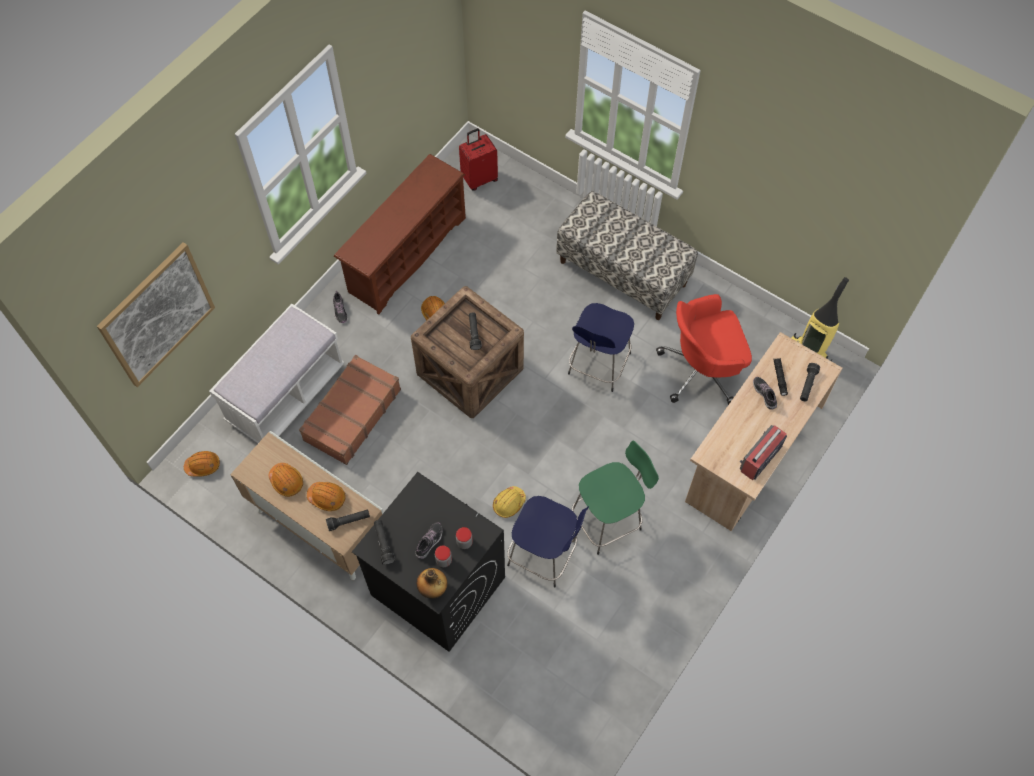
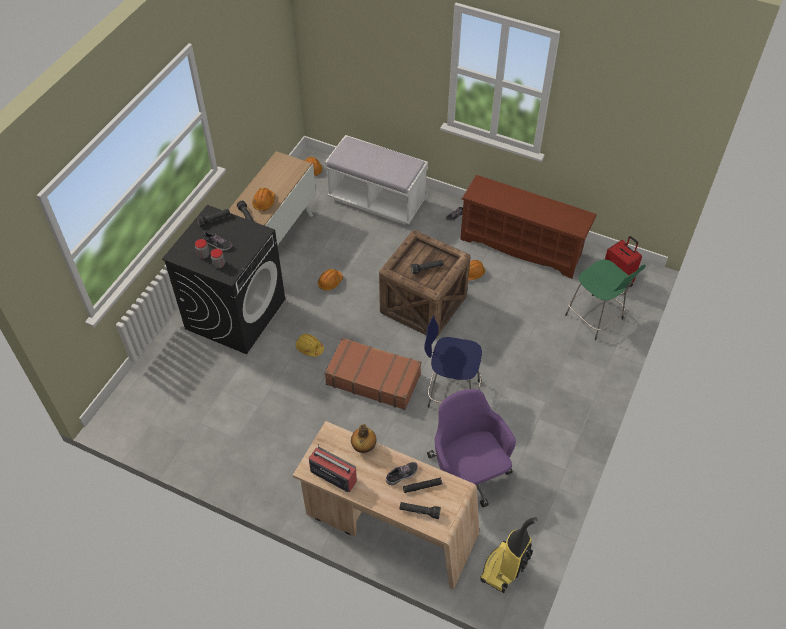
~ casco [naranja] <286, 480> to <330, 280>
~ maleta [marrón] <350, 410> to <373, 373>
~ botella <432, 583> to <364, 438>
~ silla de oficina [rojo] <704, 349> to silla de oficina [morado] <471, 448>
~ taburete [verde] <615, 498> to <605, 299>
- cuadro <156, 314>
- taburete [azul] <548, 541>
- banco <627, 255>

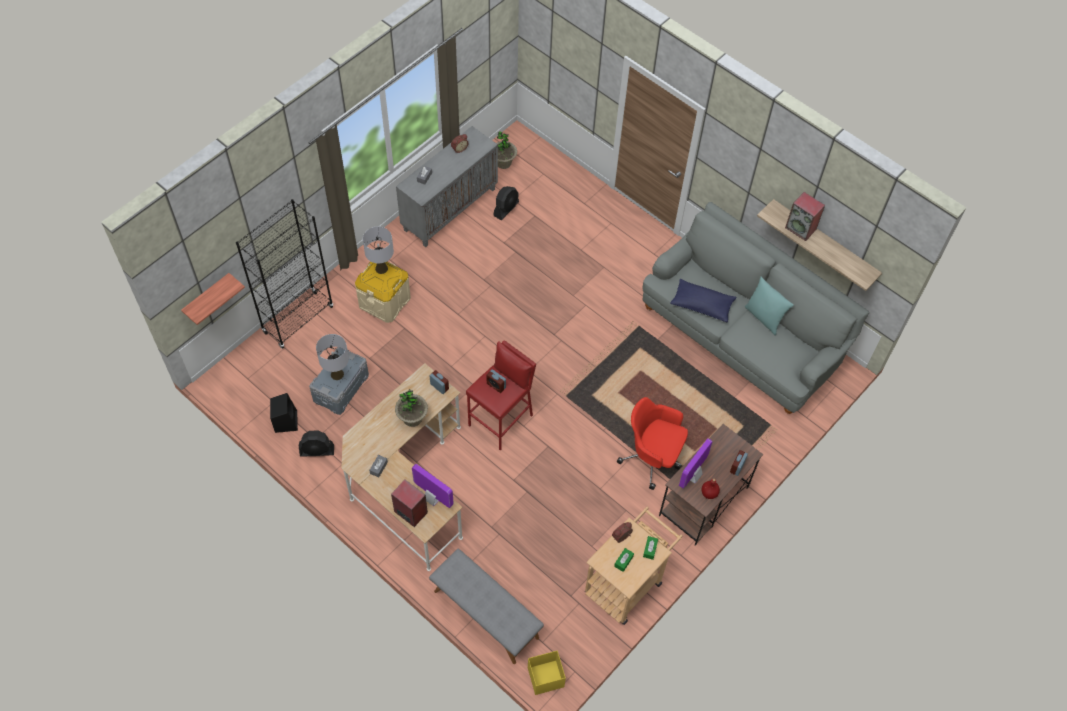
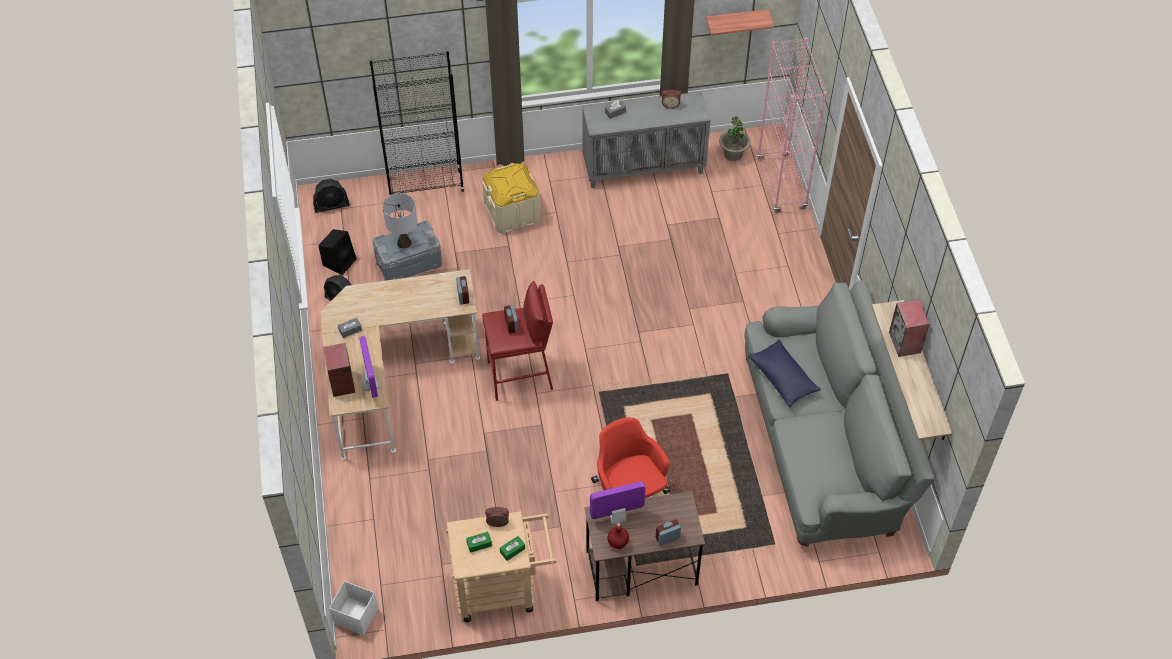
~ ventilador [negro] <506, 203> to <331, 196>
~ caja de almacenaje [amarillo] <547, 673> to caja de almacenaje [blanco] <353, 608>
~ estante <213, 299> to <740, 22>
+ estantería [rosa] <792, 125>
- lámpara de mesa [gris] <378, 250>
- planta en maceta <411, 408>
- banco [gris] <486, 606>
- cojín [turquesa] <769, 306>

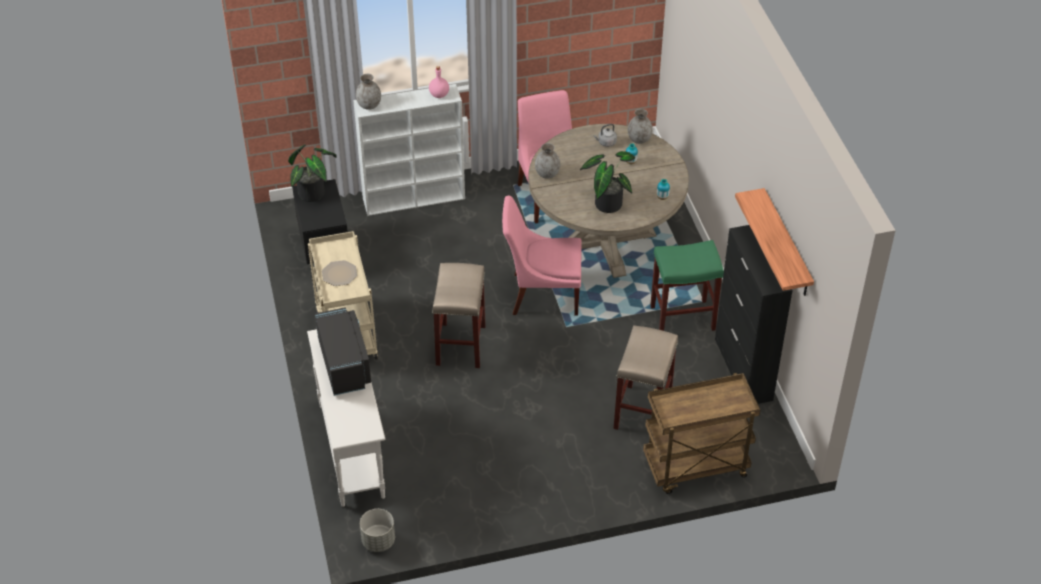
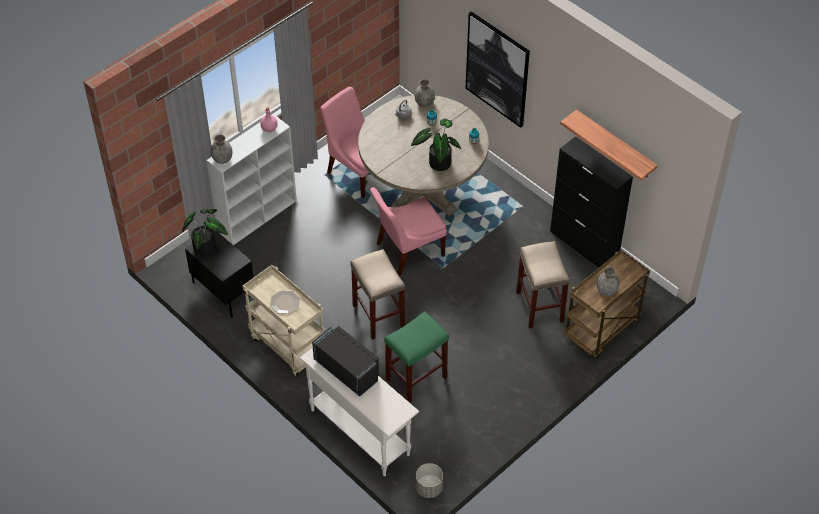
~ taburete [verde] <687, 285> to <416, 357>
+ cuadro <498, 69>
~ florero [gris] <547, 161> to <608, 281>

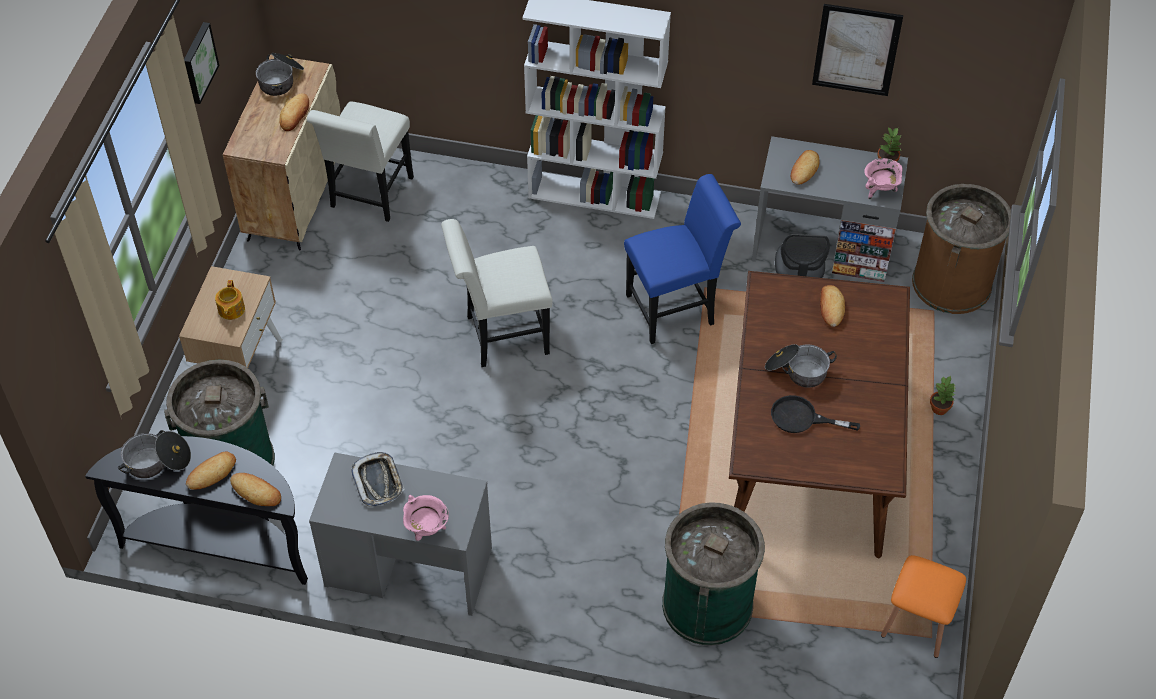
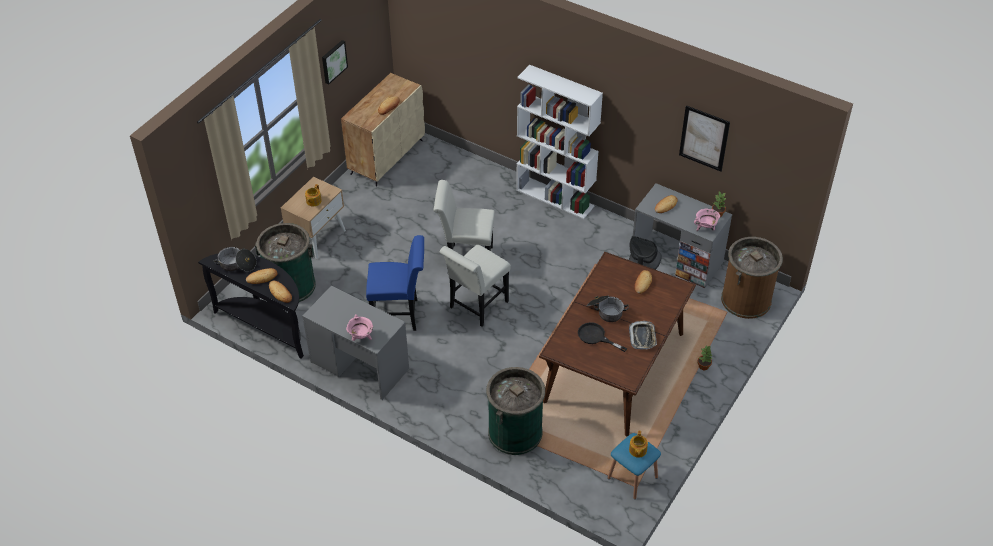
~ silla [azul] <682, 259> to <395, 283>
~ silla [blanco] <360, 162> to <475, 286>
~ taburete [naranja] <923, 606> to taburete [azul] <634, 466>
~ bandeja <378, 479> to <643, 335>
+ tetera <638, 444>
- olla <280, 74>

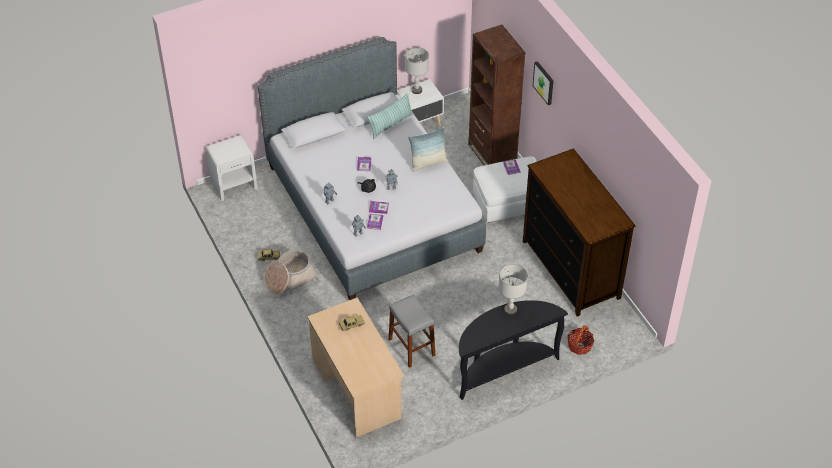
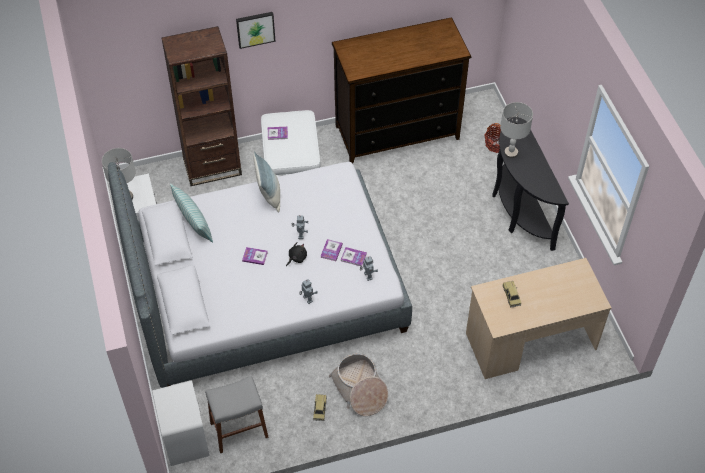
~ taburete [gris] <412, 331> to <237, 414>

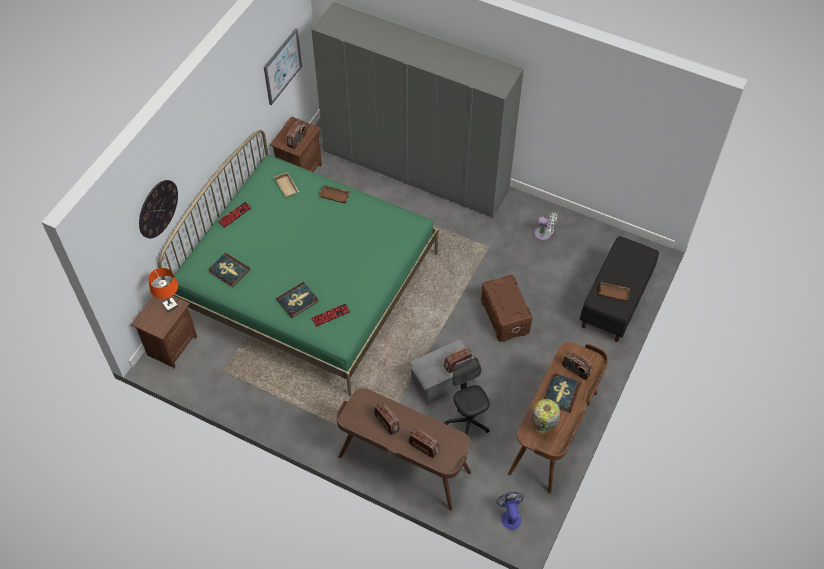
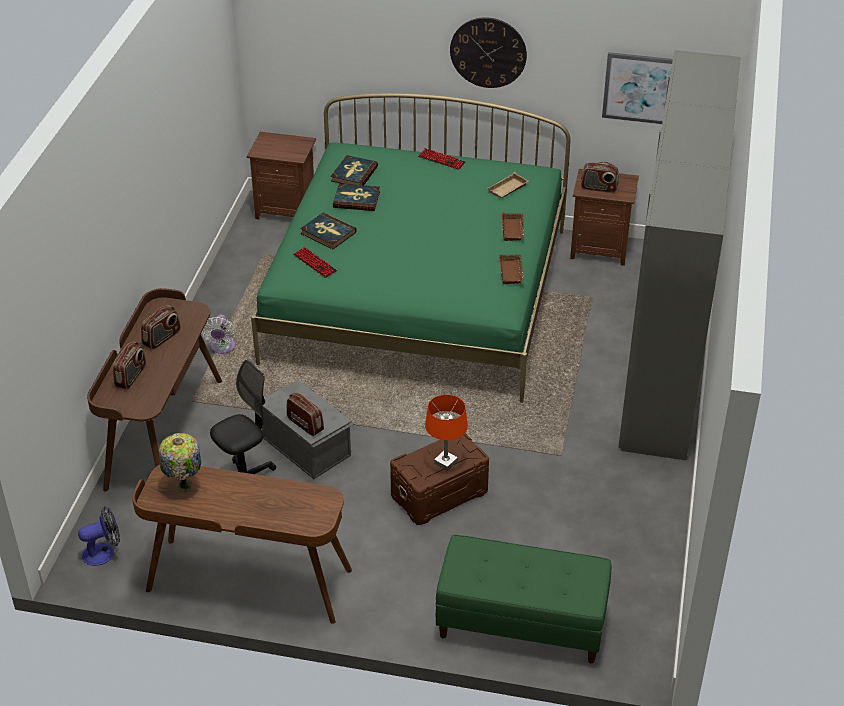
~ ventilador [blanco] <545, 227> to <219, 334>
~ libro <562, 393> to <356, 197>
~ lámpara de mesa [naranja] <163, 290> to <446, 433>
~ banco [negro] <619, 289> to banco [verde] <524, 599>
~ reloj de pared <158, 209> to <488, 52>
~ bandeja [marrón] <614, 291> to <511, 269>
- radio <577, 365>

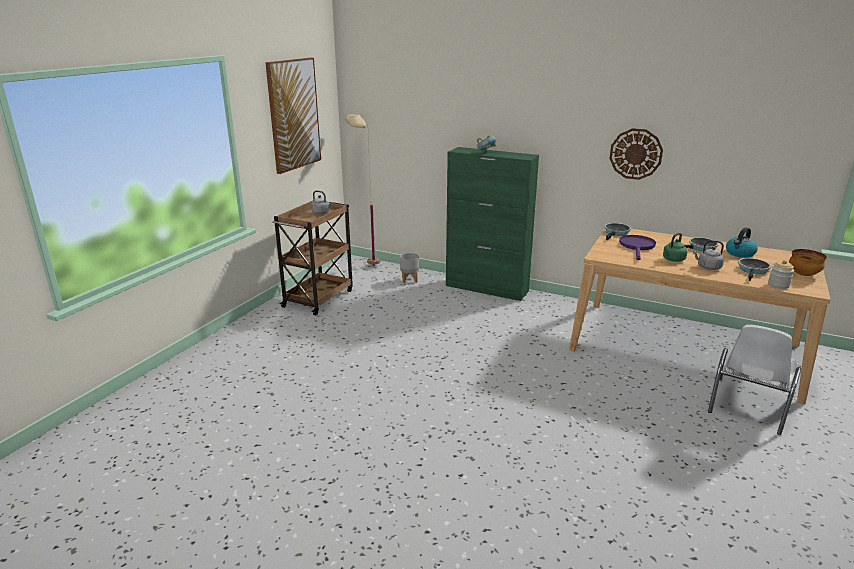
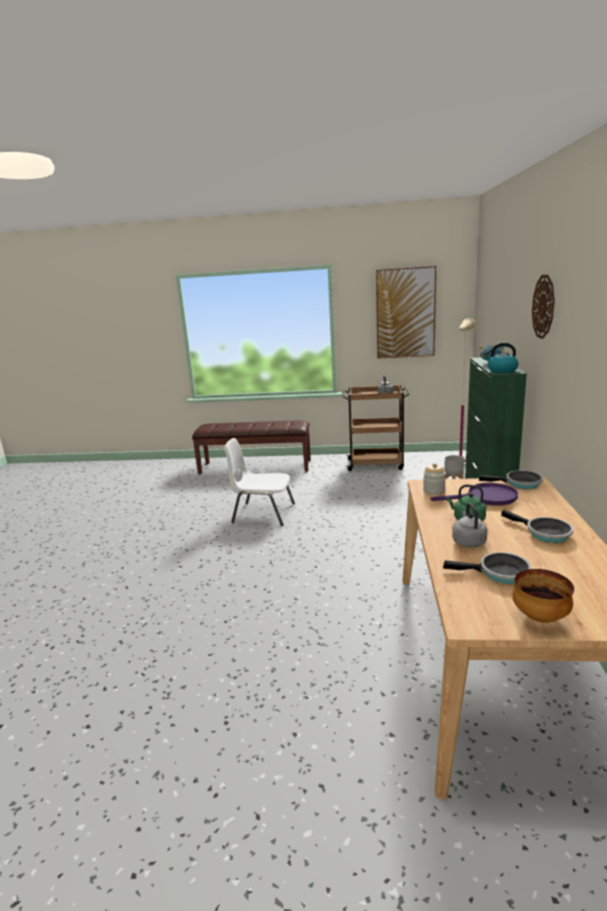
+ banco [marrón] <251, 447>
~ silla [blanco] <754, 380> to <259, 482>
~ tarro <781, 274> to <434, 479>
~ hervidor <742, 242> to <501, 358>
~ reloj de pared <636, 154> to <543, 307>

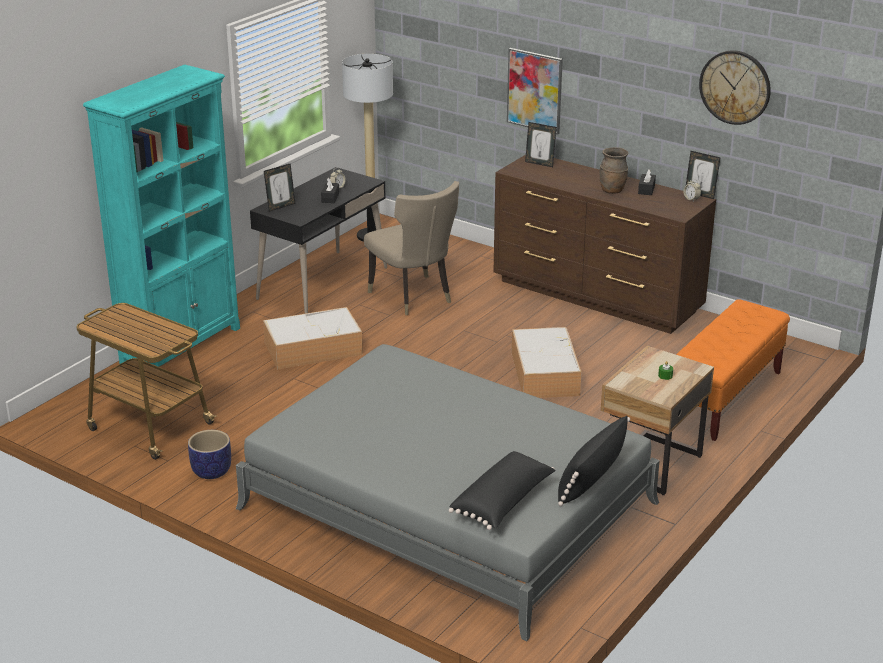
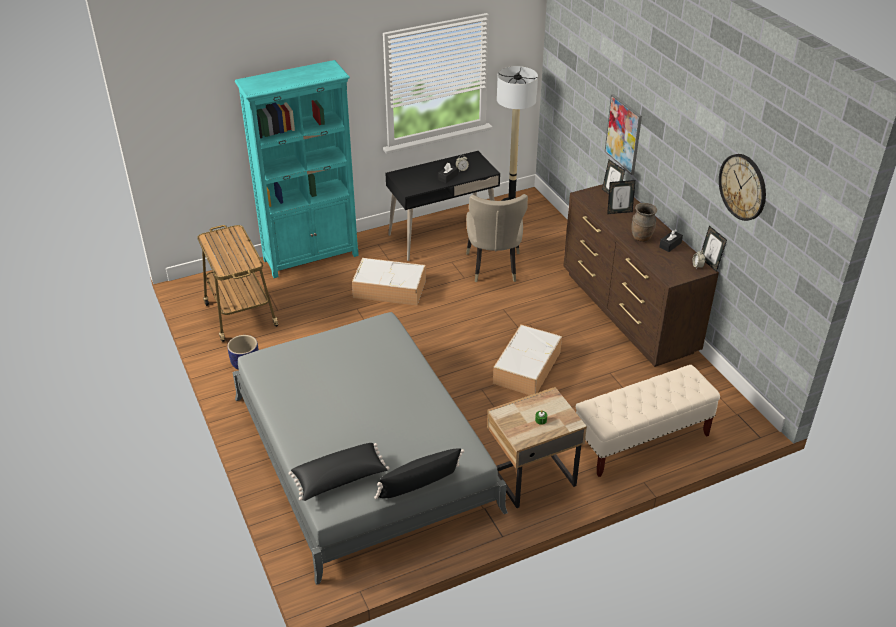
~ banco [naranja] <733, 370> to banco [beis] <648, 421>
~ portarretratos <279, 187> to <621, 197>

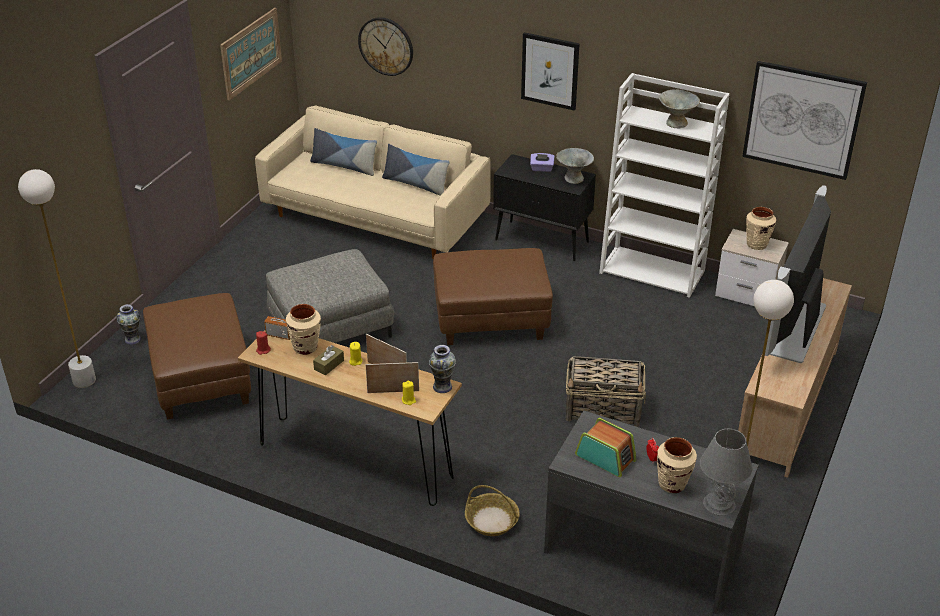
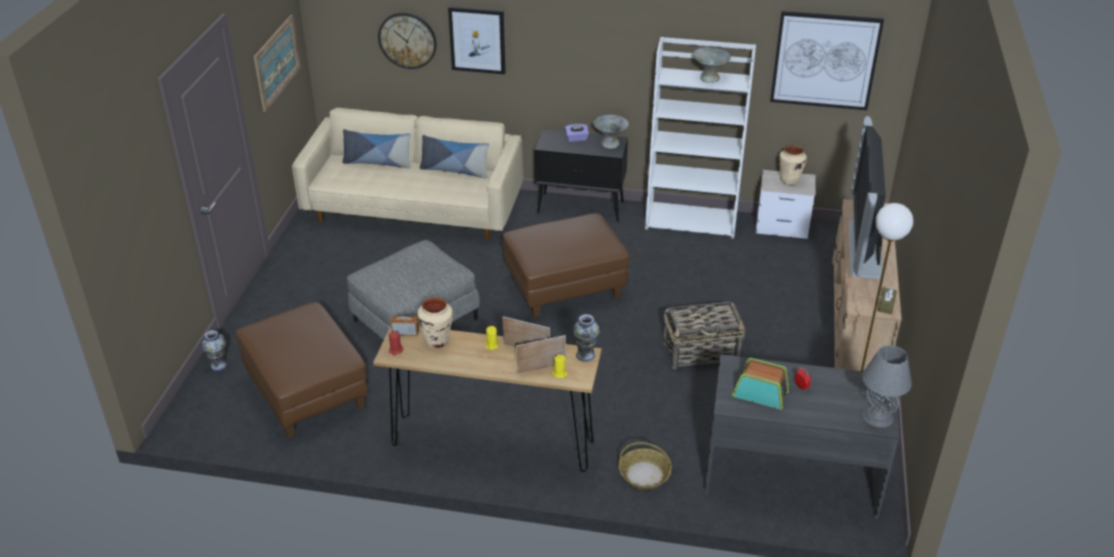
~ cuadro <550, 71> to <476, 40>
~ caja de pañuelos [marrón] <328, 360> to <887, 300>
- lámpara de pie [blanco] <57, 278>
- florero [beis] <677, 465>

